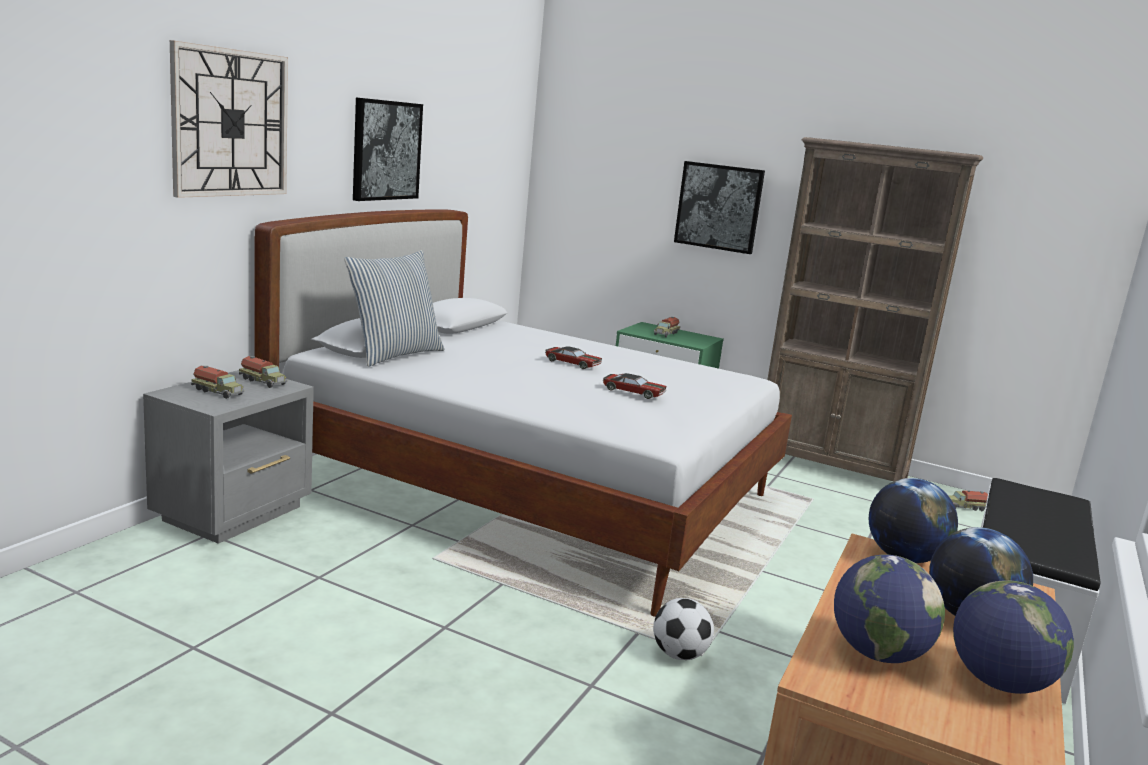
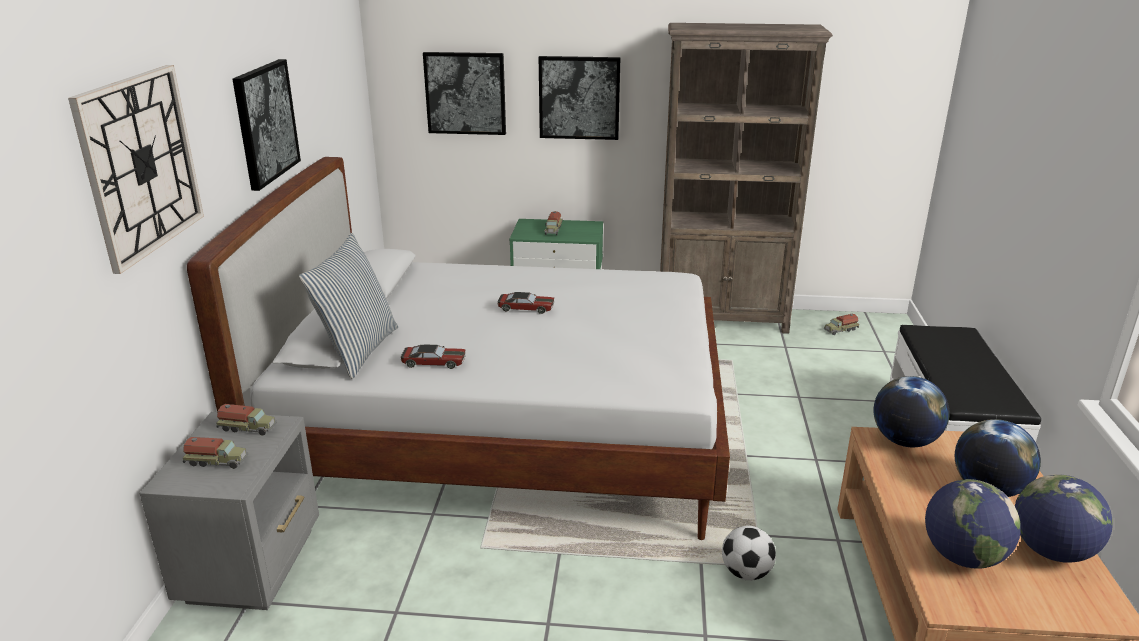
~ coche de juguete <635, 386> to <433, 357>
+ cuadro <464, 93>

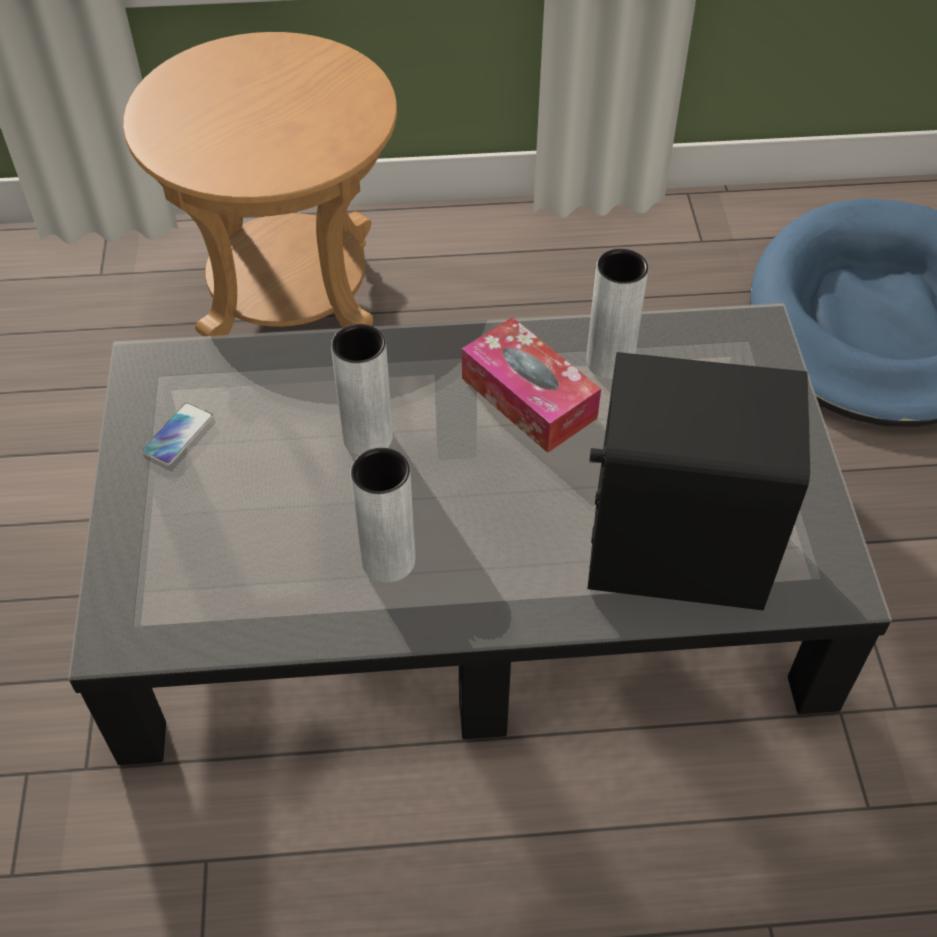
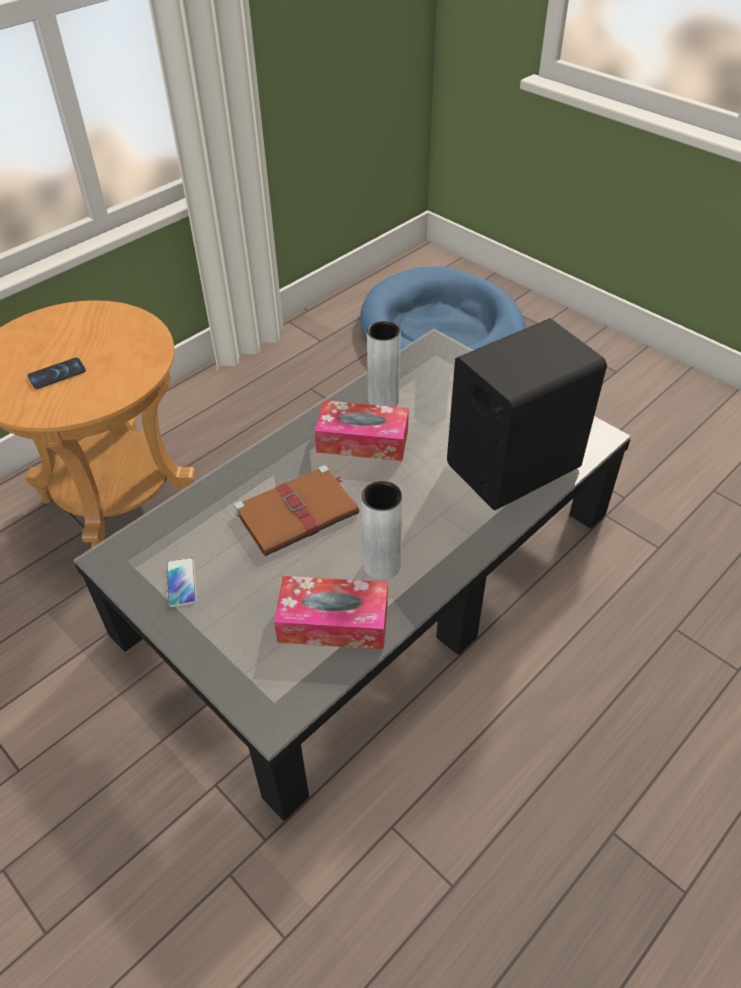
+ móvil <56, 373>
~ florero [gris] <362, 389> to libro [marrón] <296, 510>
+ caja de pañuelos <331, 613>

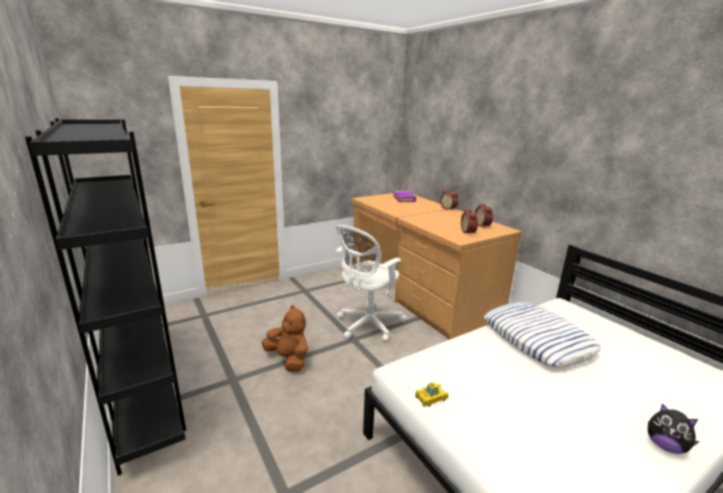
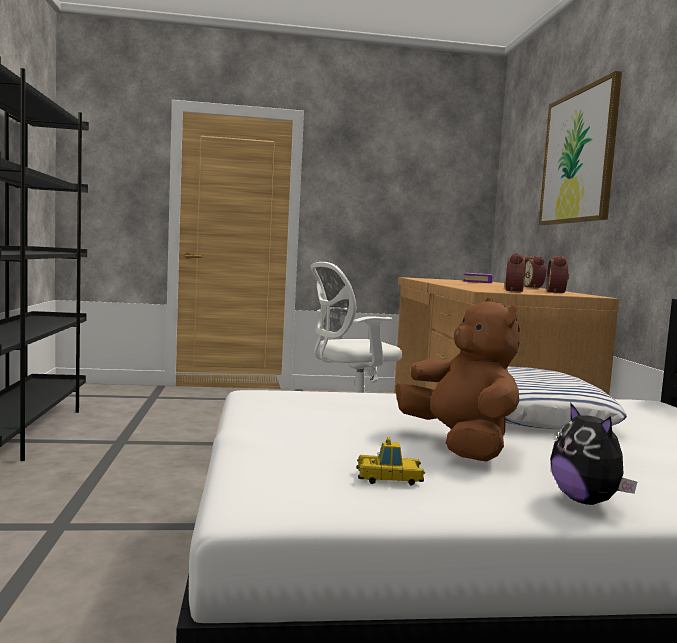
~ coche de juguete <432, 394> to <391, 461>
~ peluche [marrón] <285, 338> to <457, 379>
+ cuadro <580, 148>

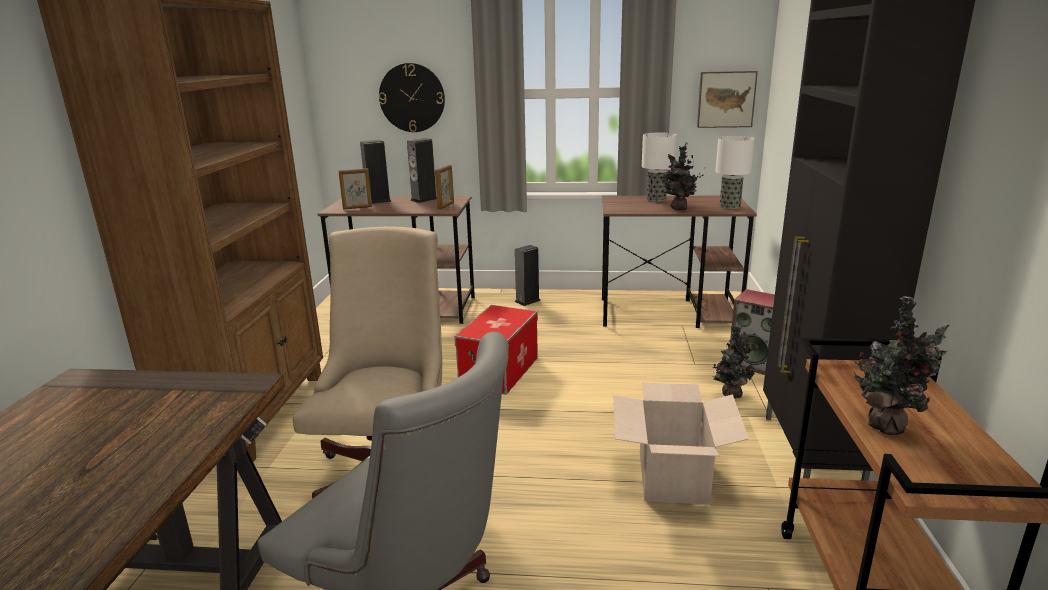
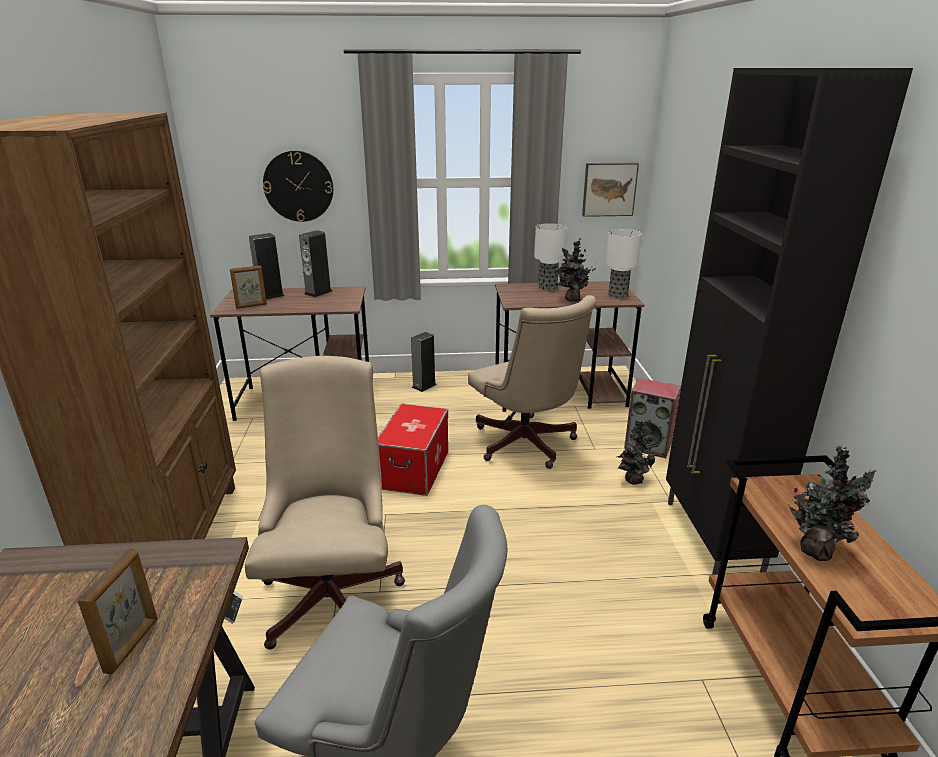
~ portarretratos <444, 187> to <117, 611>
+ silla de oficina [beis] <532, 382>
- caja de cartón <681, 444>

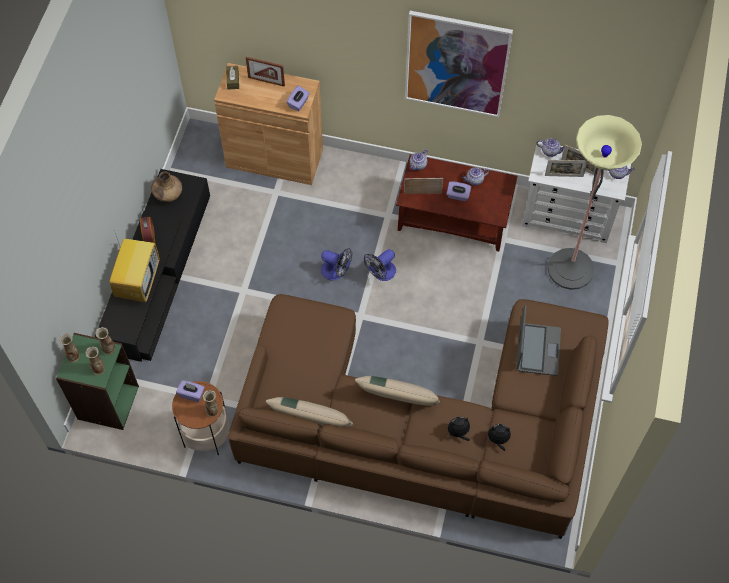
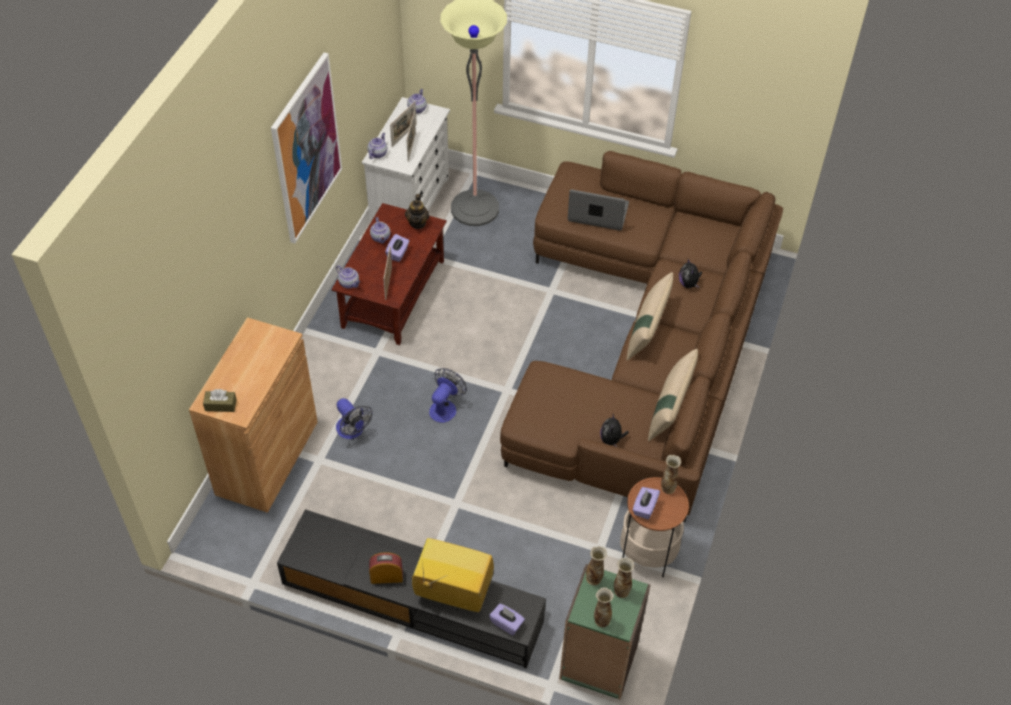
~ ventilador <380, 265> to <354, 418>
+ tetera <417, 211>
~ caja de pañuelos [morado] <298, 98> to <507, 619>
~ peluche <498, 437> to <614, 430>
- florero [marrón] <166, 186>
- portarretratos <265, 72>

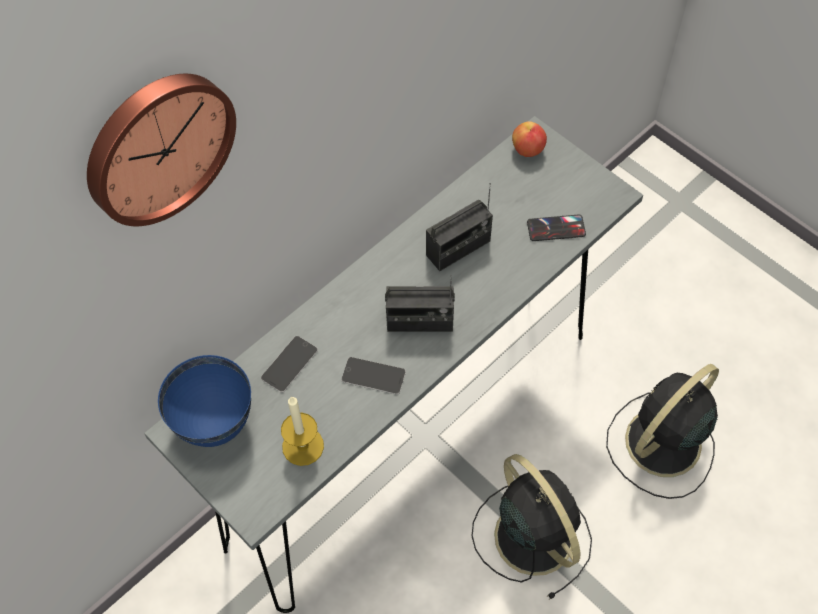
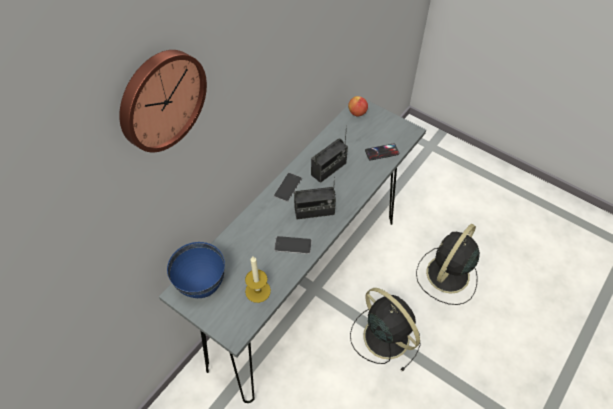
~ móvil <289, 364> to <288, 187>

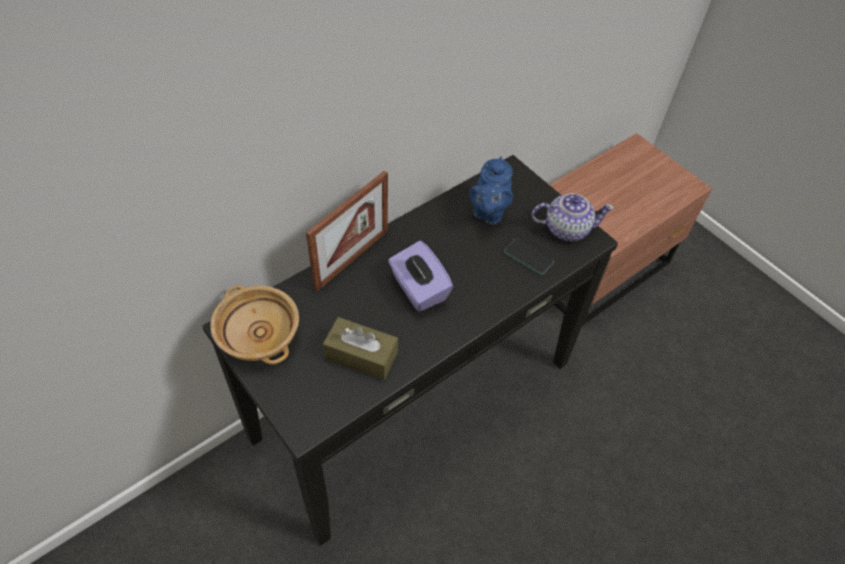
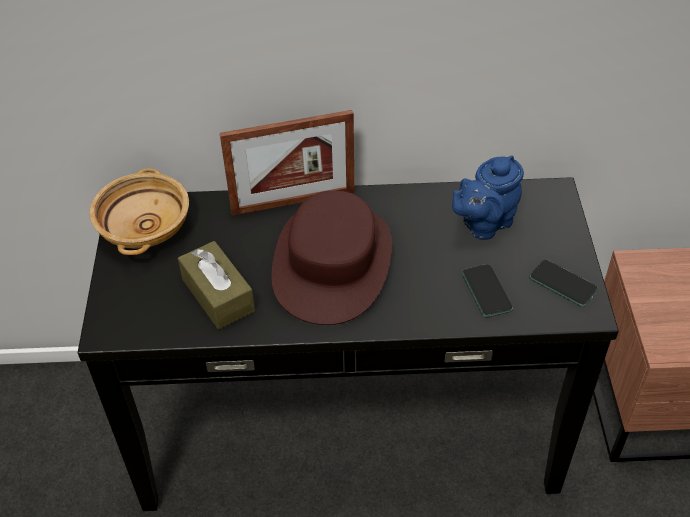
~ caja de pañuelos [morado] <420, 276> to sombrero [marrón] <331, 258>
~ tetera <573, 217> to móvil <563, 283>

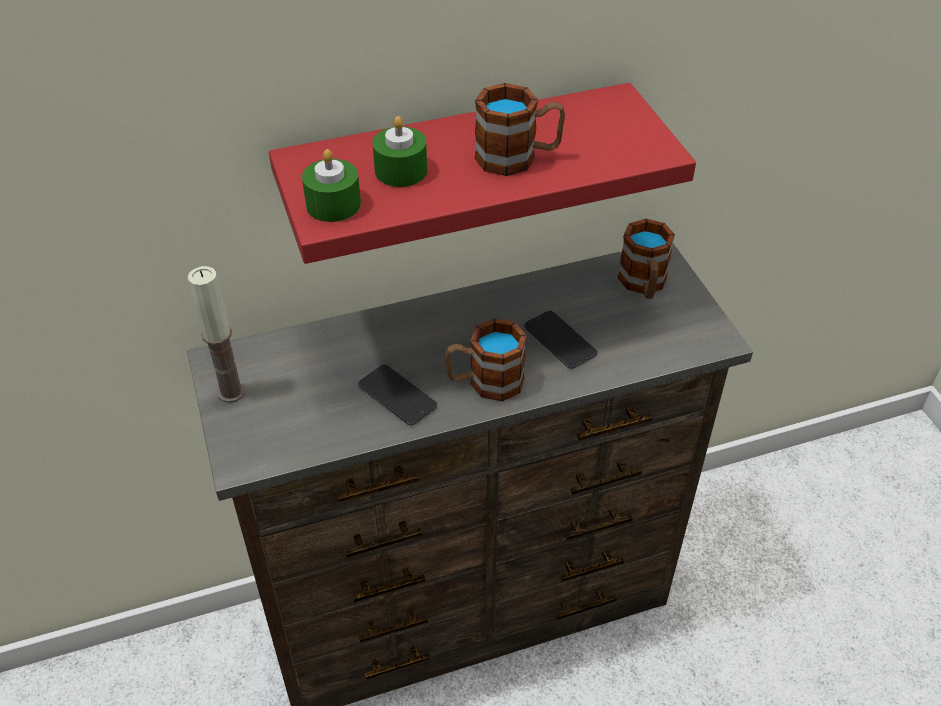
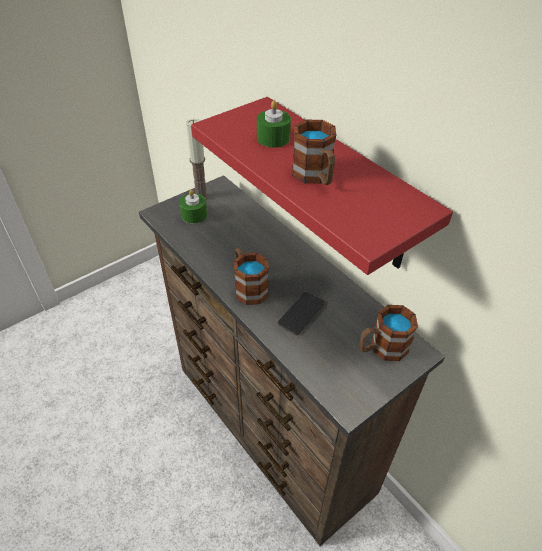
~ vela [verde] <331, 185> to <193, 206>
- móvil <397, 395>

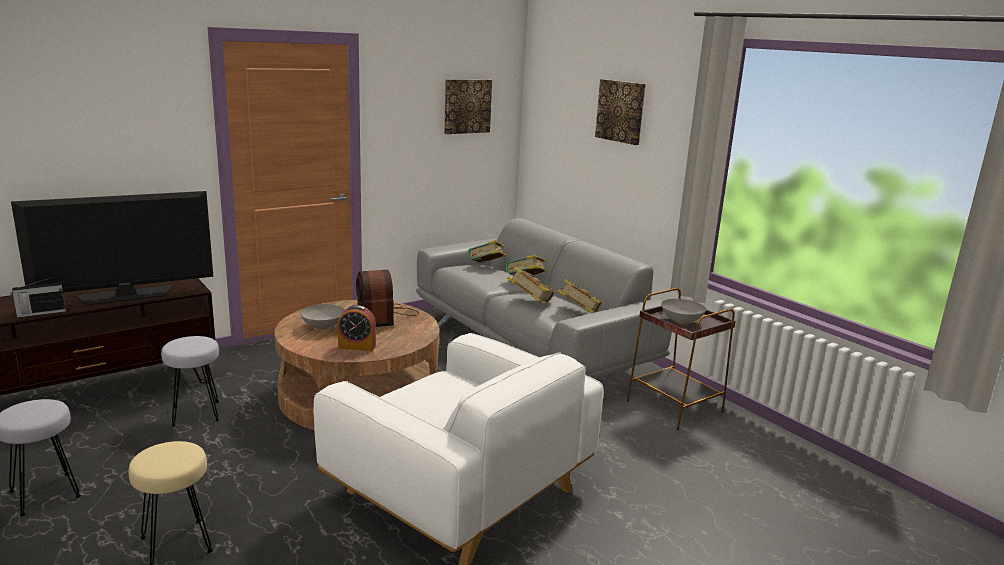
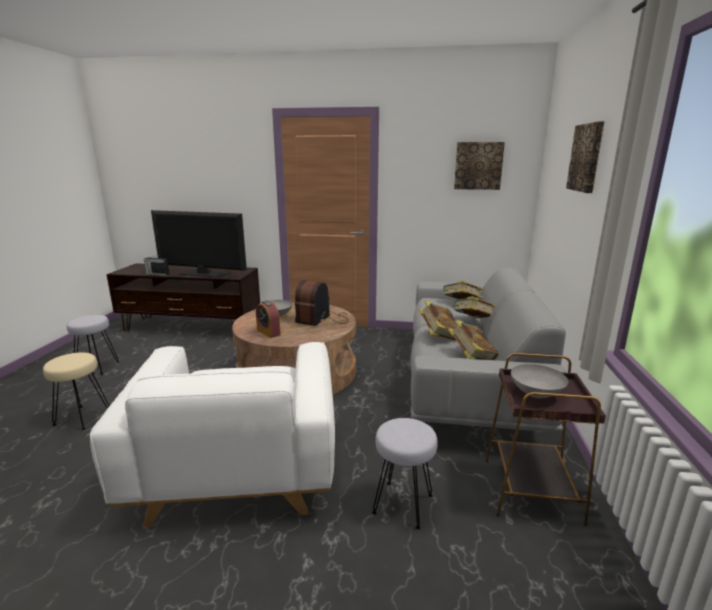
~ taburete [gris] <190, 381> to <405, 474>

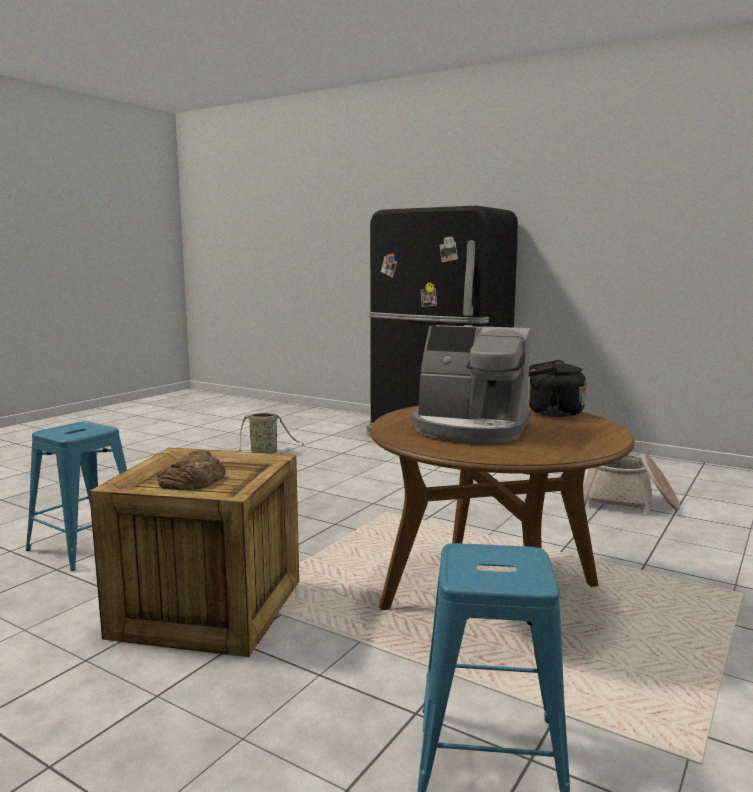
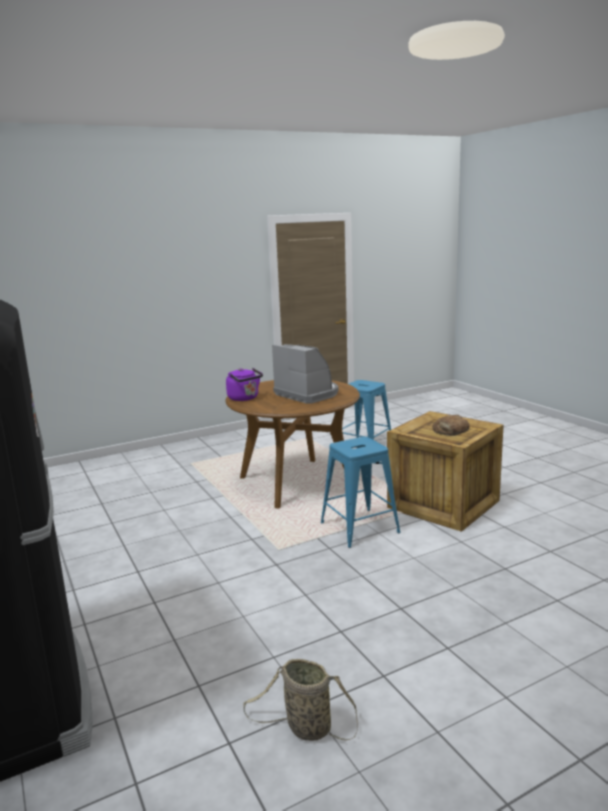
~ hervidor [negro] <557, 388> to hervidor [morado] <244, 384>
~ taburete [azul] <76, 496> to <361, 492>
- cesta <631, 484>

